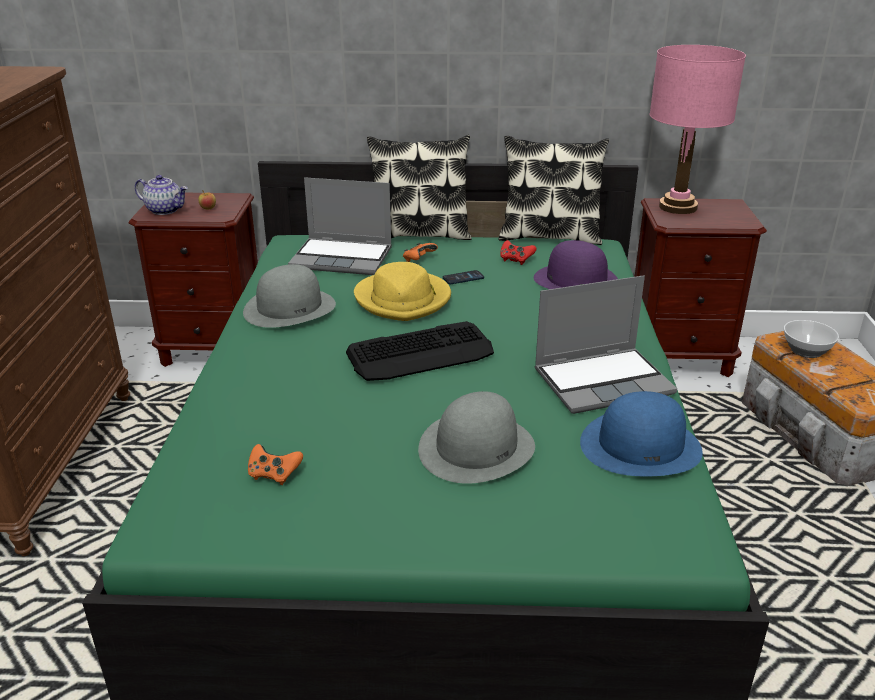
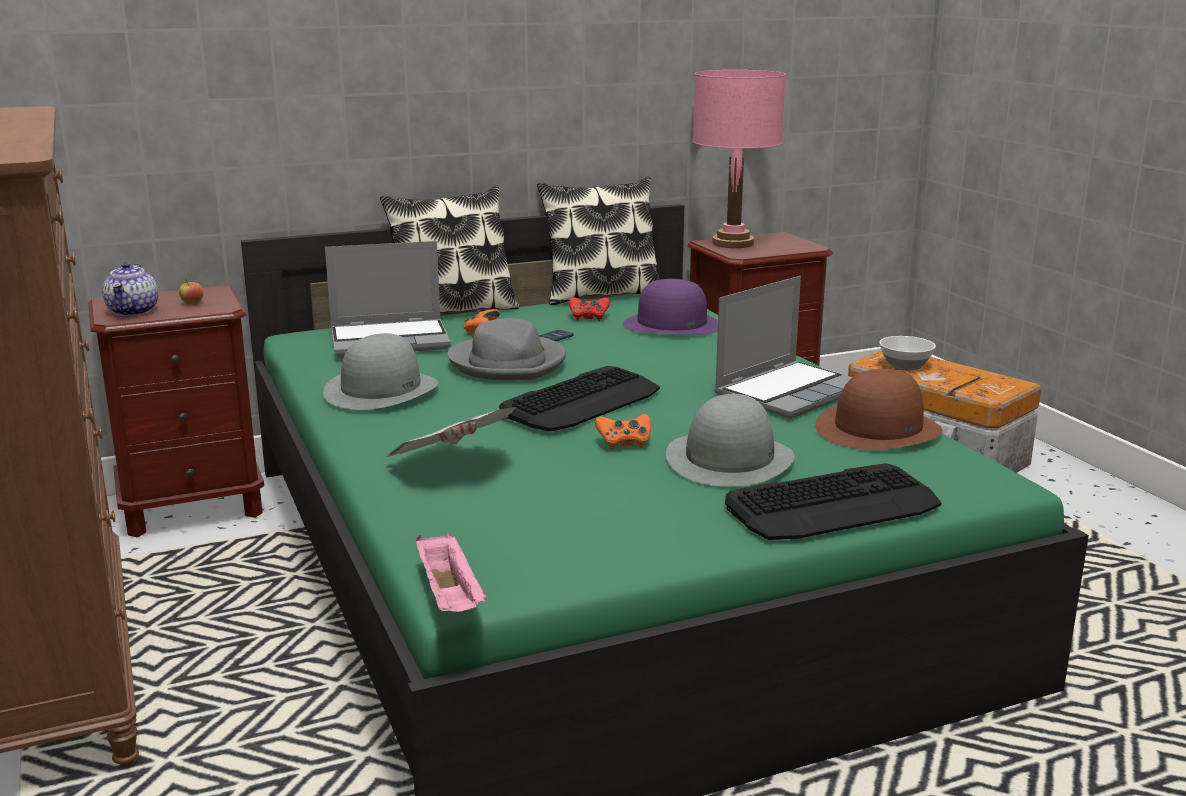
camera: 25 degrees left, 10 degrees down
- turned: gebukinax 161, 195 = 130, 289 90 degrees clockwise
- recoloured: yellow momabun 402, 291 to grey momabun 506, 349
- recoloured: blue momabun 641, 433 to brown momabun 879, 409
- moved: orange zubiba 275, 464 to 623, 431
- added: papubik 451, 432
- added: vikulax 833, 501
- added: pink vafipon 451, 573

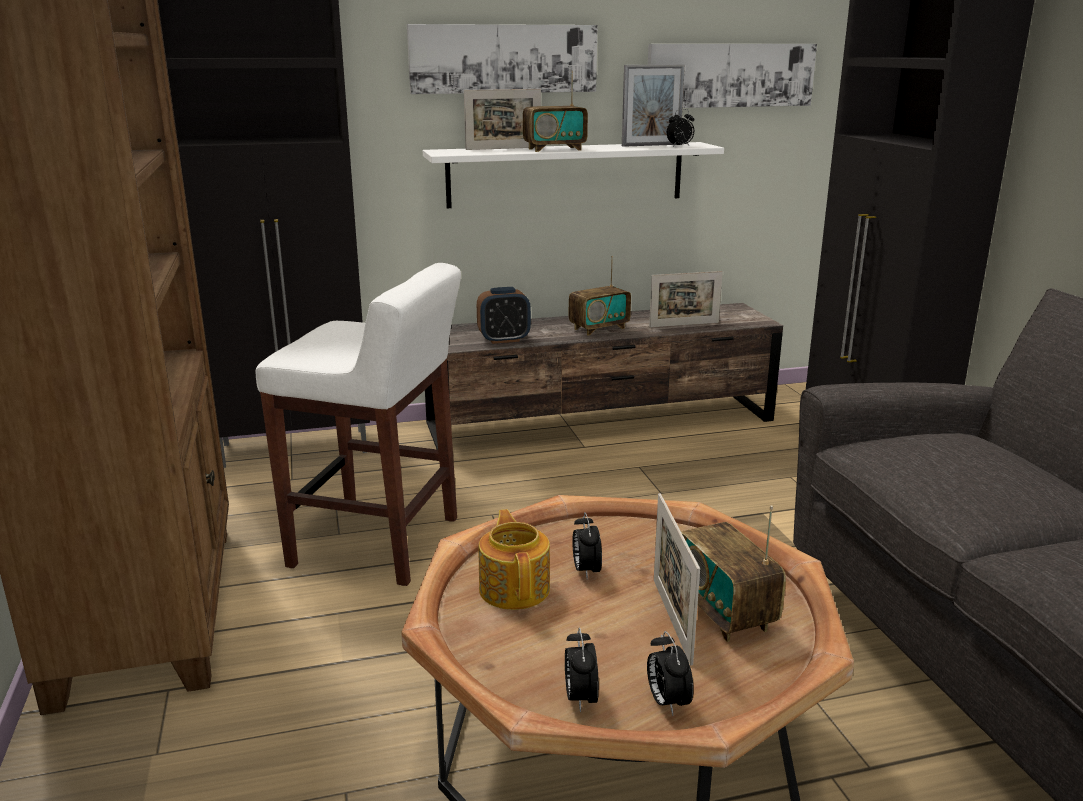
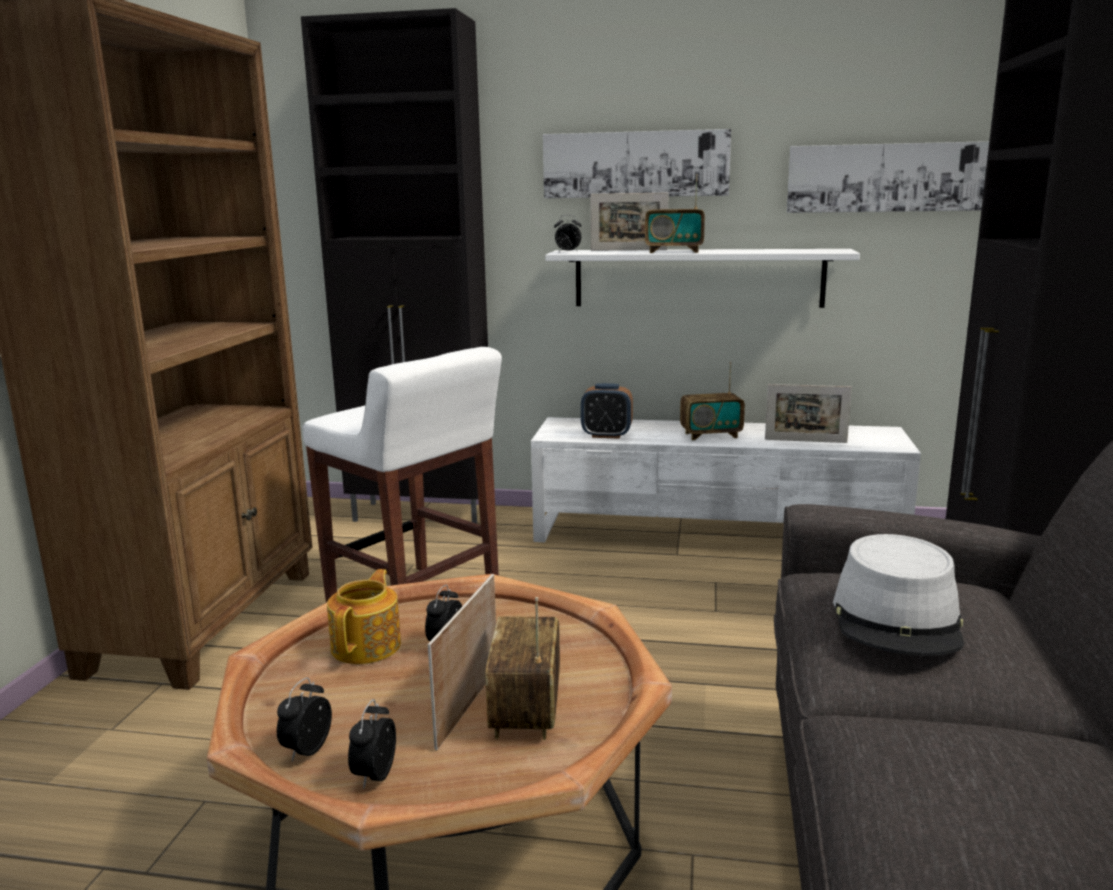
camera: 25 degrees right, 5 degrees down
- removed: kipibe 653, 105
- moved: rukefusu 680, 128 to 567, 233
- recoloured: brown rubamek 604, 376 to white rubamek 726, 479
- added: grey momabun 898, 595

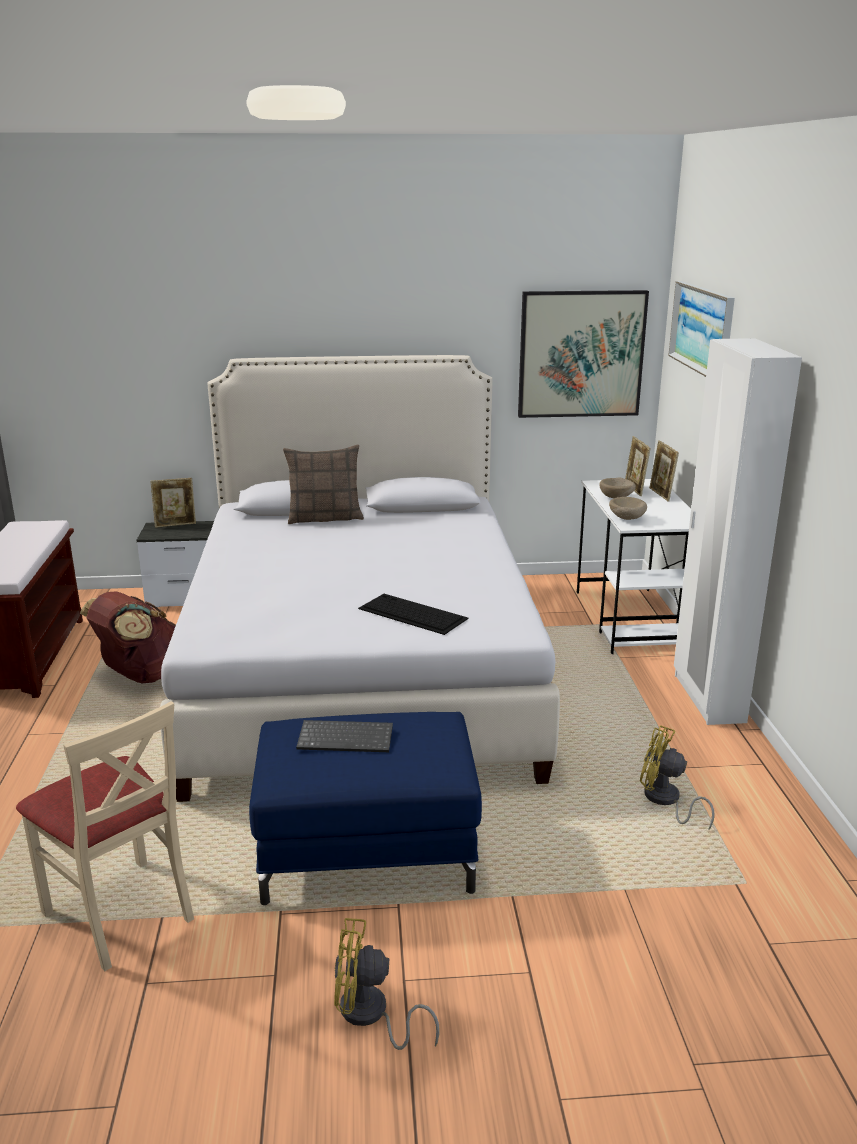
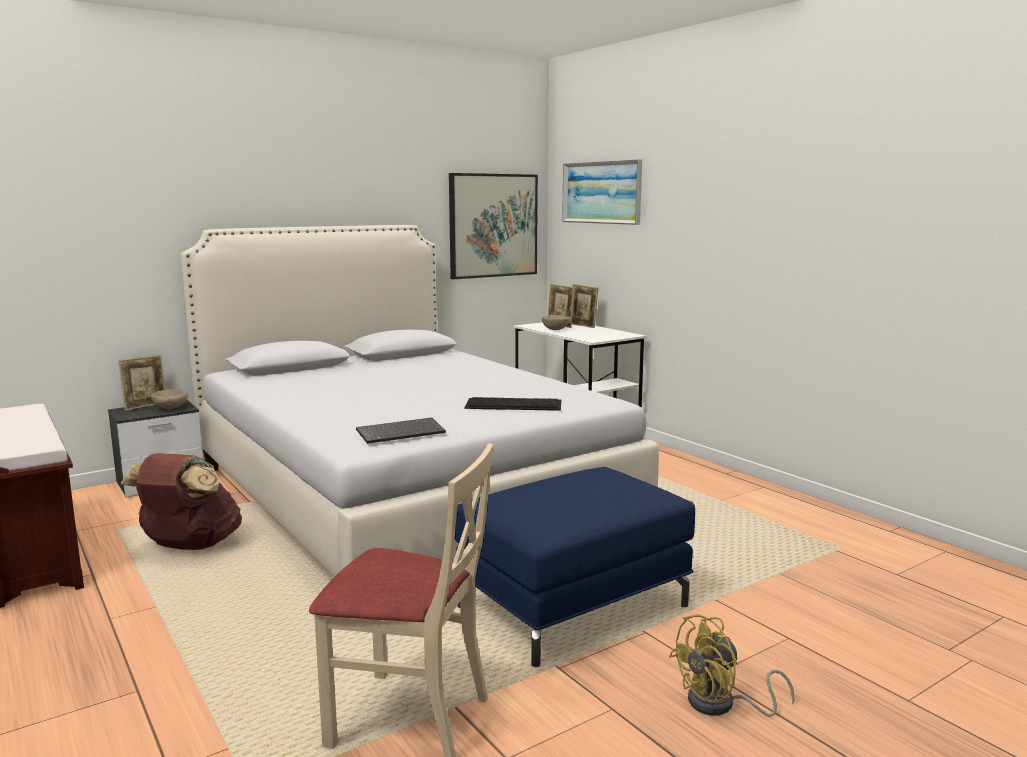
camera: 30 degrees left, 10 degrees down
- removed: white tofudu 738, 531
- removed: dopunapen 323, 484
- moved: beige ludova 628, 508 to 169, 399
- moved: vikulax 344, 736 to 401, 430
- removed: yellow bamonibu 677, 777

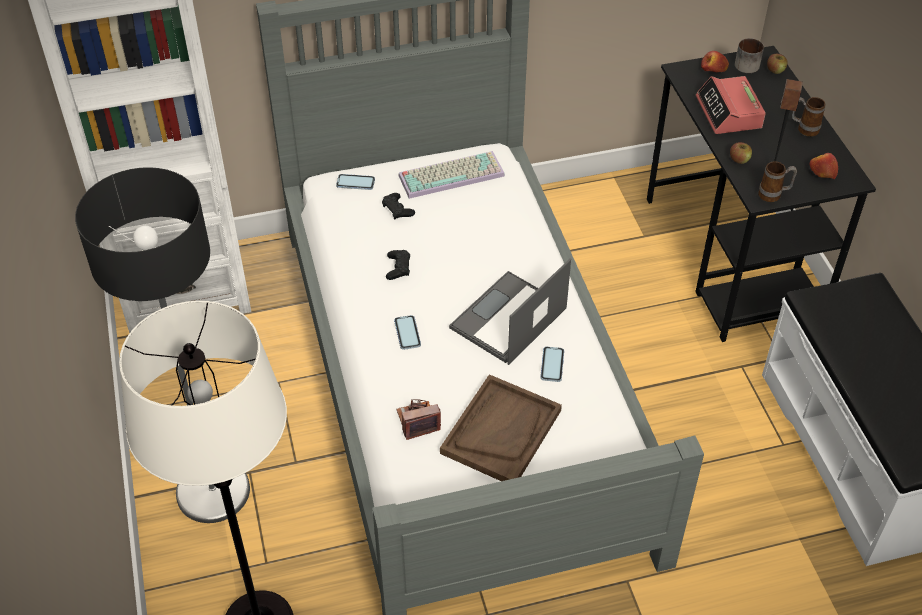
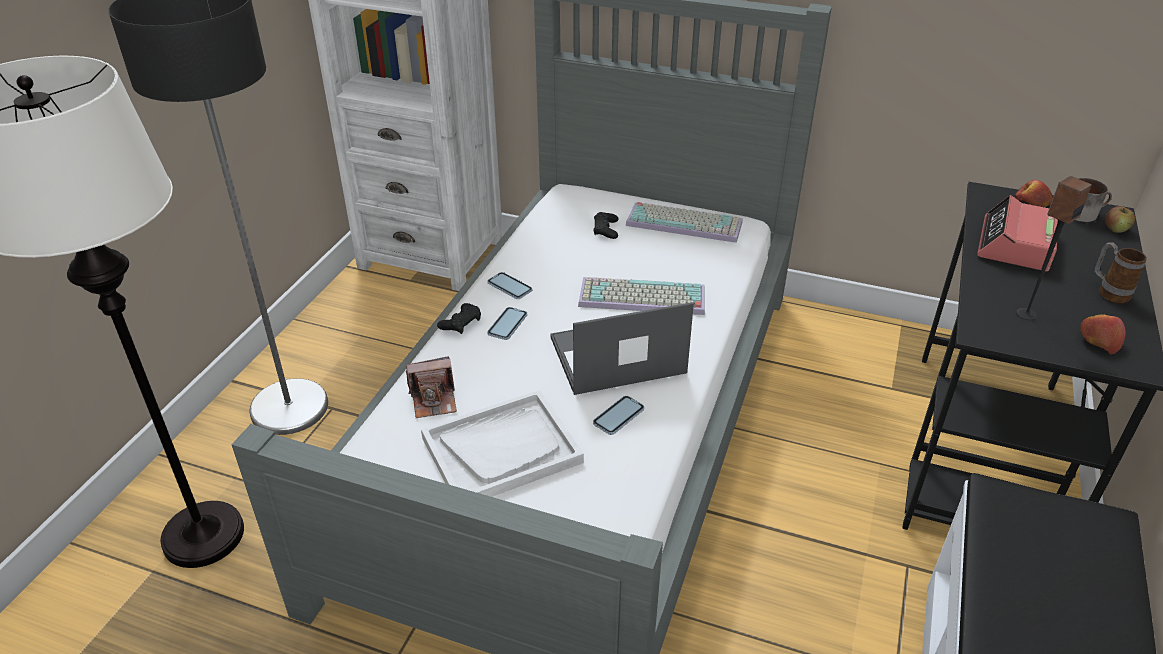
camera: 35 degrees right, 10 degrees down
- removed: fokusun 741, 153
- removed: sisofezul 777, 181
- moved: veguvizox 355, 182 to 510, 285
- moved: black zubiba 398, 265 to 459, 318
- recoloured: brown vafipon 501, 427 to white vafipon 502, 443
- turned: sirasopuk 419, 419 = 431, 387 150 degrees clockwise
- added: vikulax 641, 296

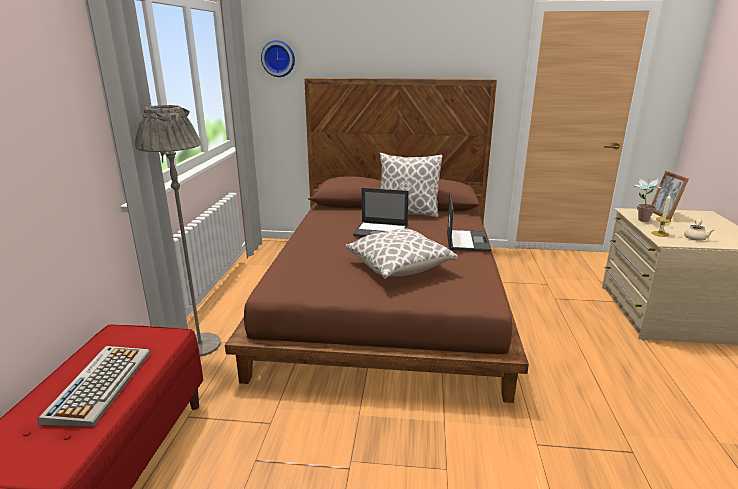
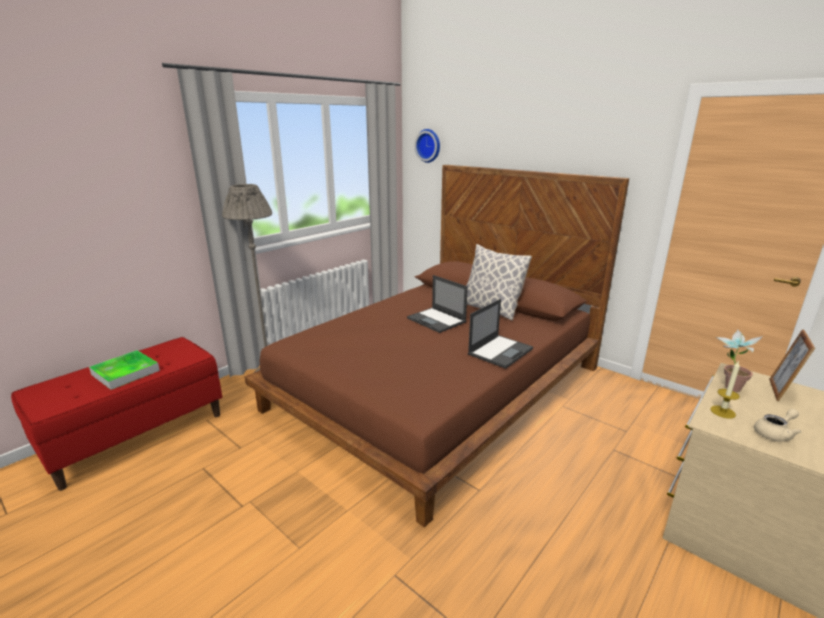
camera: 35 degrees right, 0 degrees up
- removed: dopunapen 402, 253
- replaced: vikulax 93, 386 to vafipon 124, 370

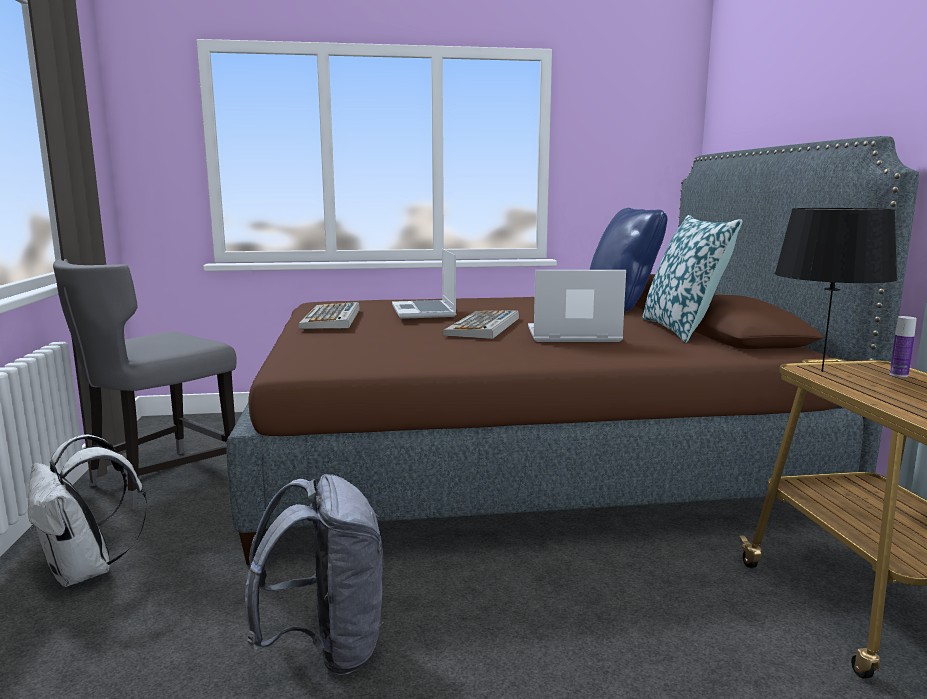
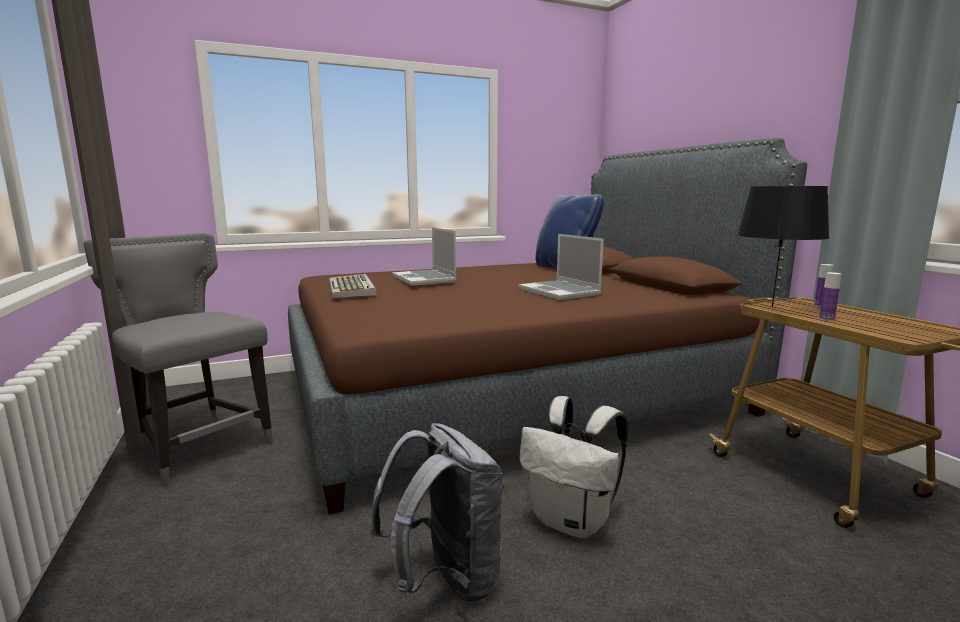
camera: 15 degrees left, 0 degrees up
- removed: dopunapen 692, 279
- turned: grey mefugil 144, 384 = 178, 359 105 degrees clockwise
- turned: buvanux 577, 306 = 561, 267 105 degrees counterclockwise
- removed: vikulax 480, 324
- moved: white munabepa 87, 511 to 573, 467
- added: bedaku 830, 296

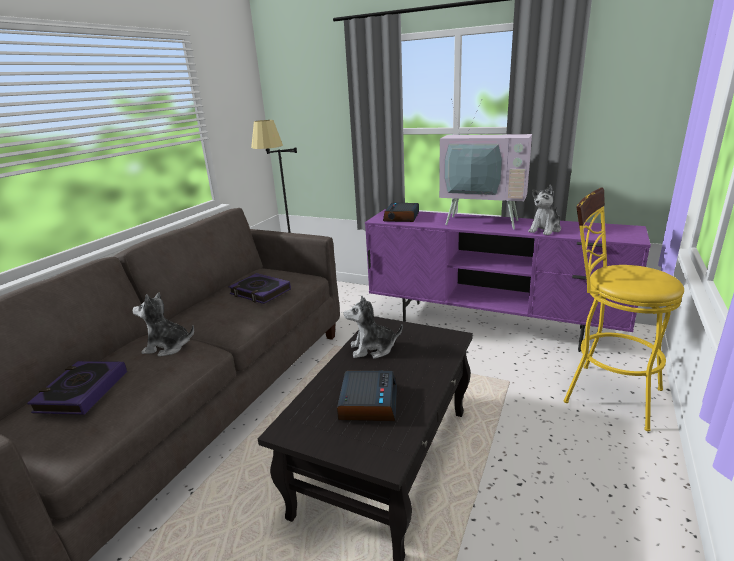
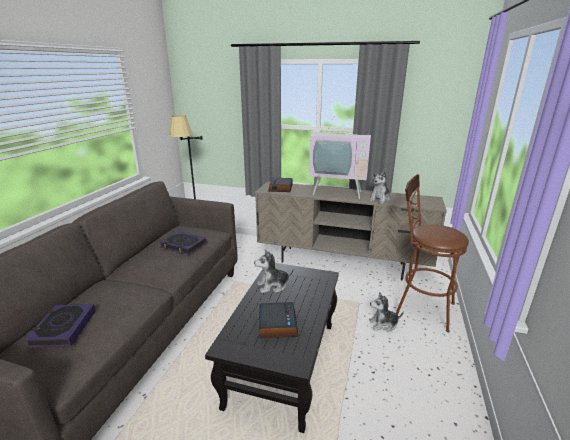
camera: 10 degrees left, 0 degrees up
- recoloured: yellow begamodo 624, 309 to brown begamodo 432, 253
- recoloured: purple rubamek 508, 280 to beige rubamek 351, 231
- moved: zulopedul 163, 324 to 386, 312

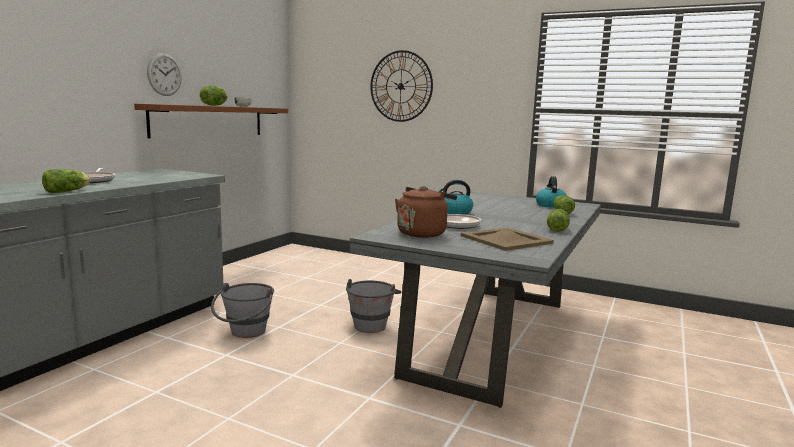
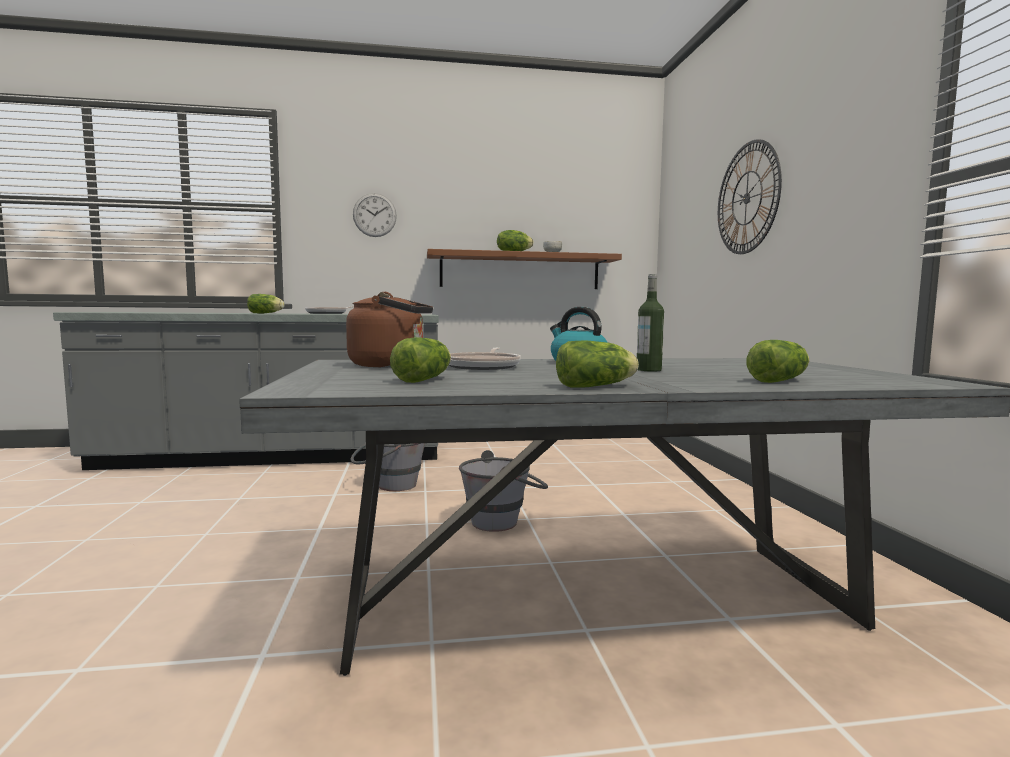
camera: 55 degrees right, 5 degrees down
- moved: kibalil 164, 74 to 375, 215
- removed: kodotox 551, 192
- replaced: beige vafipon 507, 239 to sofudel 420, 360
- added: bedaku 650, 322

